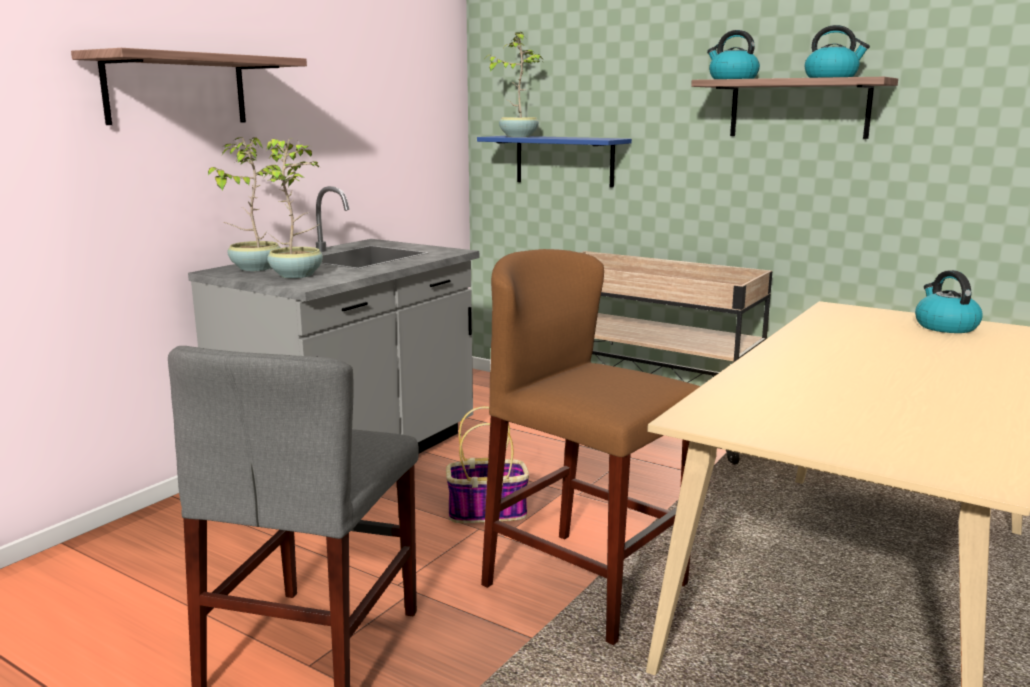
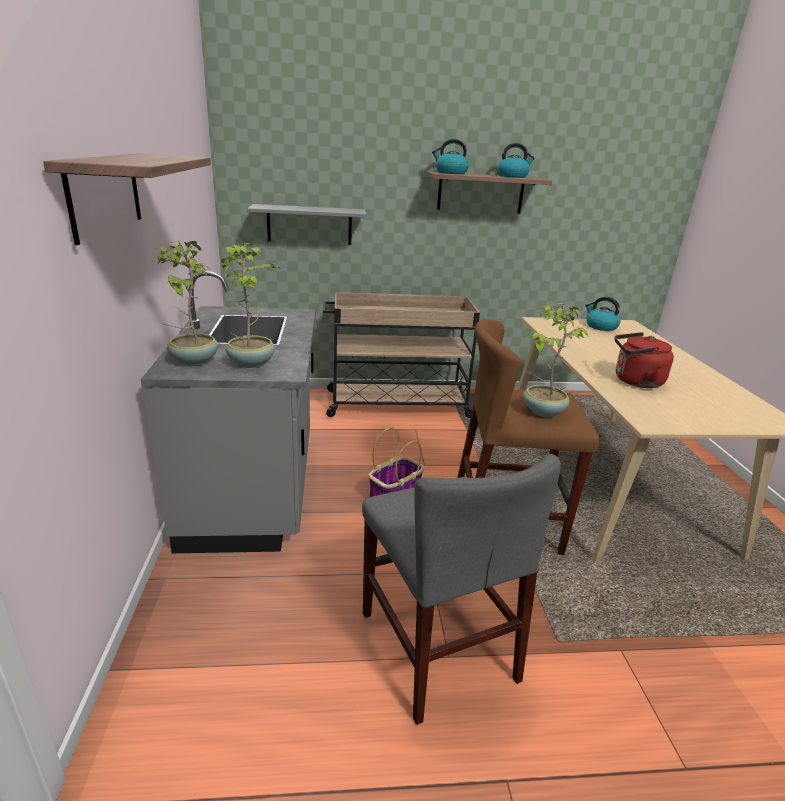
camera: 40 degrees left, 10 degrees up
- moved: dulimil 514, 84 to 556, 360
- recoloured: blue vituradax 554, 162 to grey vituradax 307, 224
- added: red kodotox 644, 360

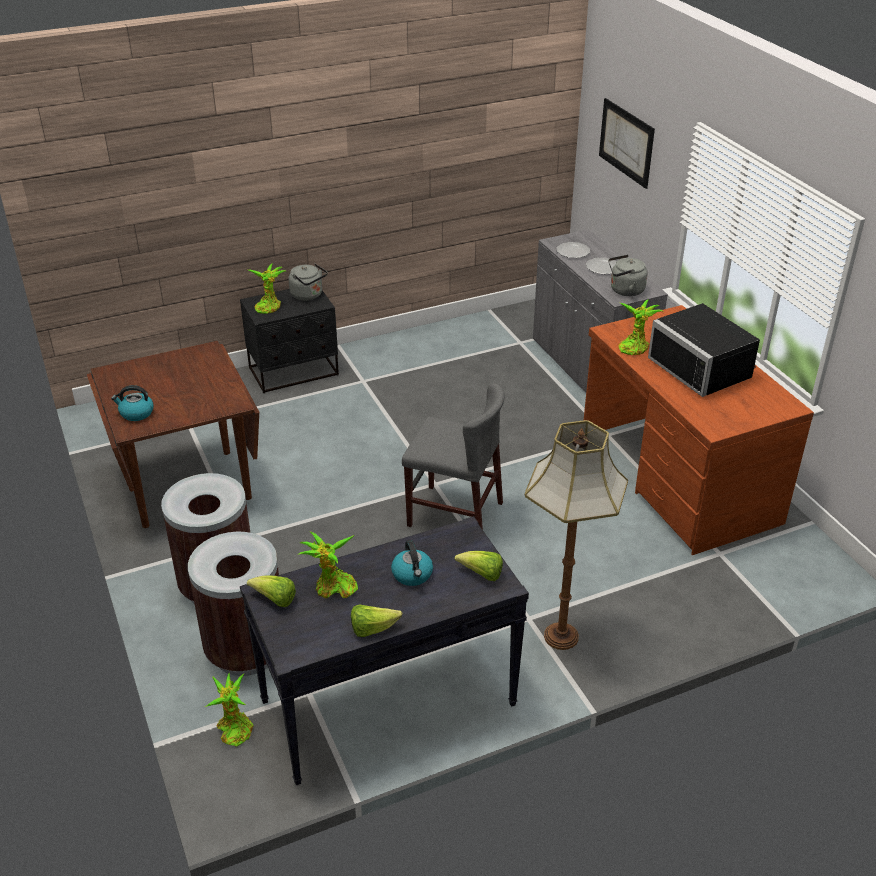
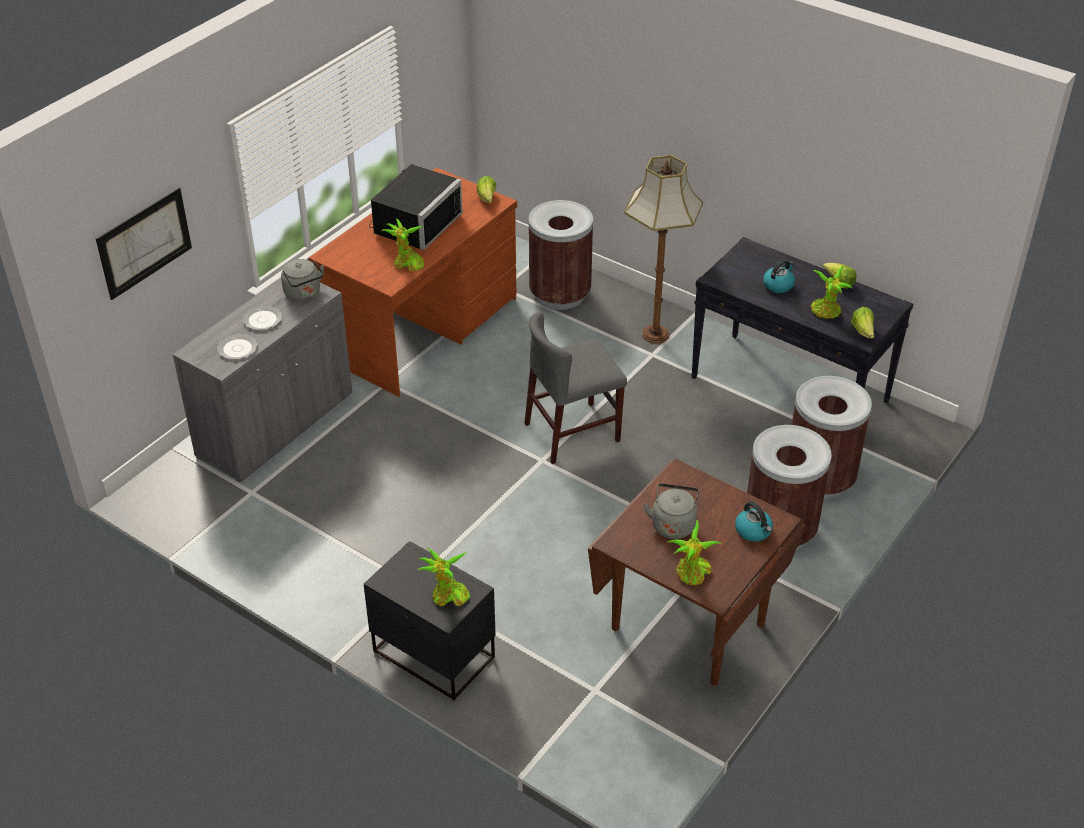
camera: 120 degrees left, 5 degrees up
- moved: grey kodotox 308, 282 to 671, 511
- turned: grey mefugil 453, 457 = 576, 388 105 degrees counterclockwise
- moved: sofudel 478, 566 to 487, 189
- moved: dulimil 229, 710 to 694, 553
- added: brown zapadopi 561, 255

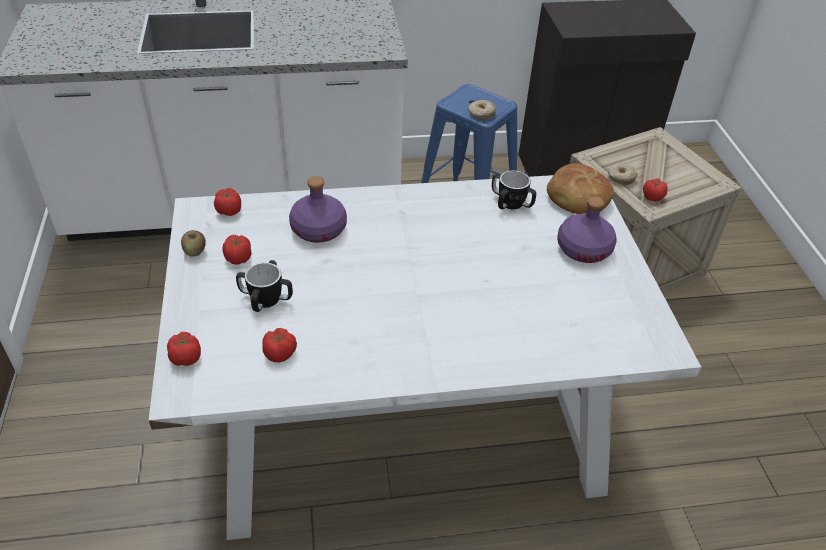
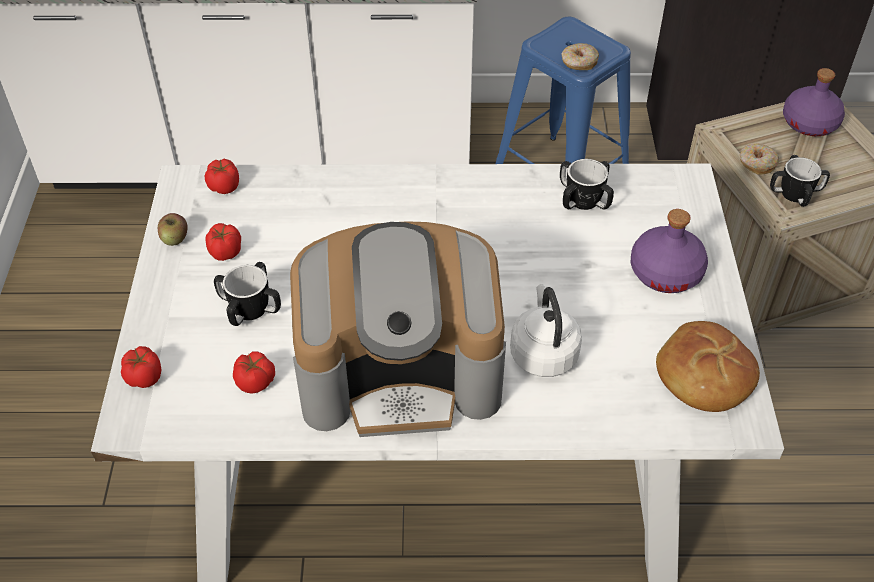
camera: 10 degrees right, 5 degrees up
- moved: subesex 580, 189 to 708, 366
- moved: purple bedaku 318, 209 to 814, 102
- replaced: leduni 655, 190 to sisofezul 800, 181
- added: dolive 398, 329
- added: white kodotox 546, 330

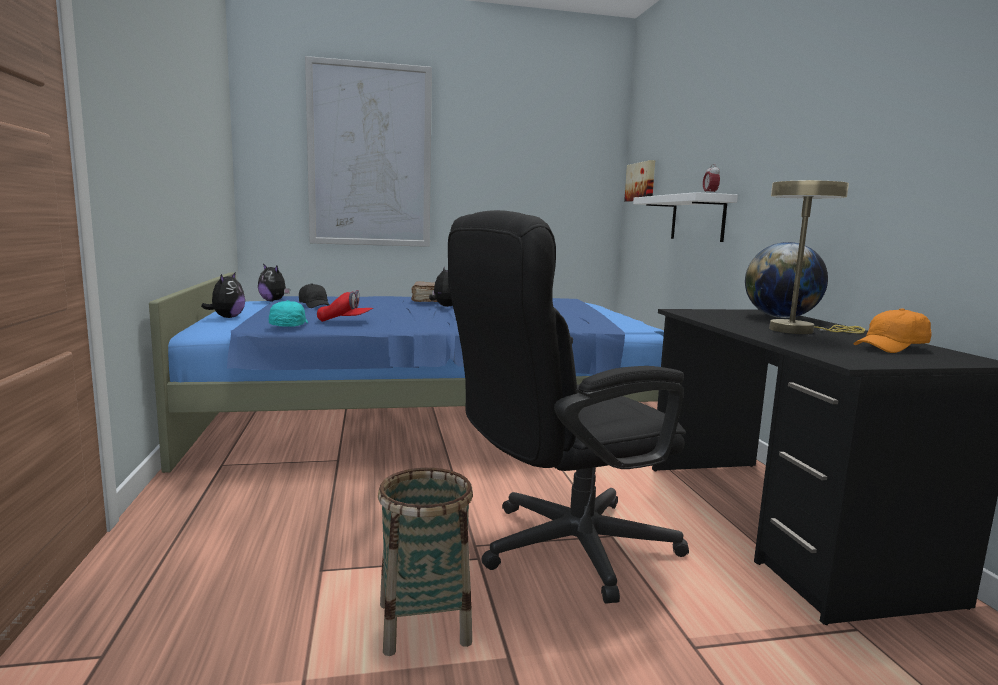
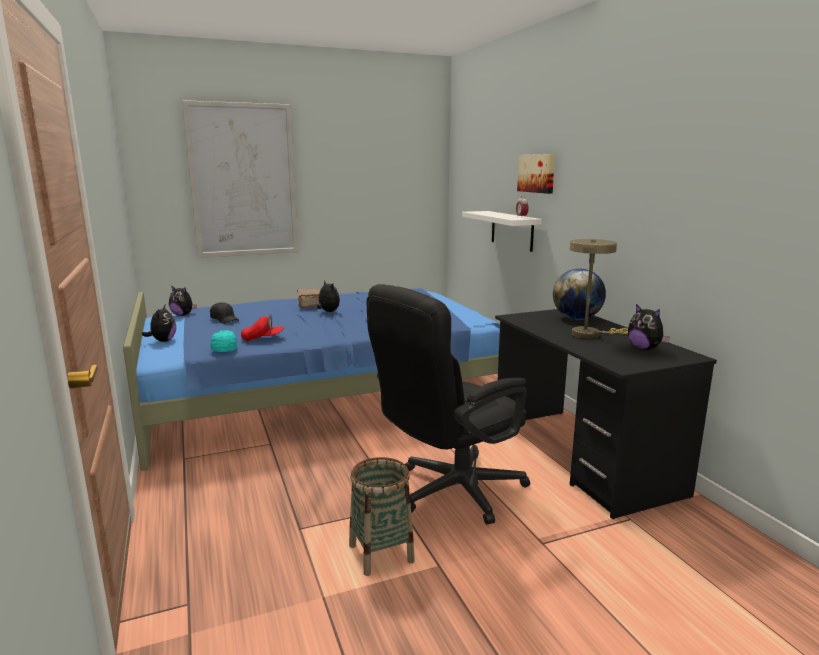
camera: 10 degrees left, 5 degrees up
- moved: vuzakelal 639, 181 to 536, 174
- replaced: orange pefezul 893, 330 to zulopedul 649, 327

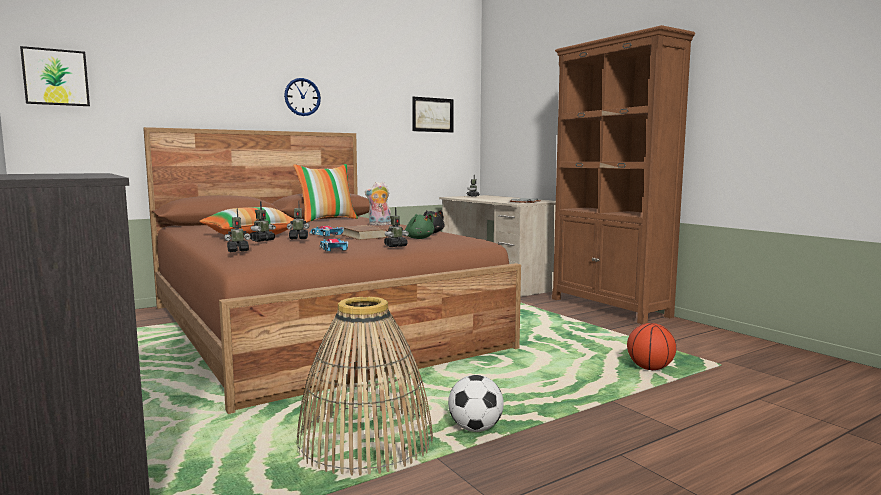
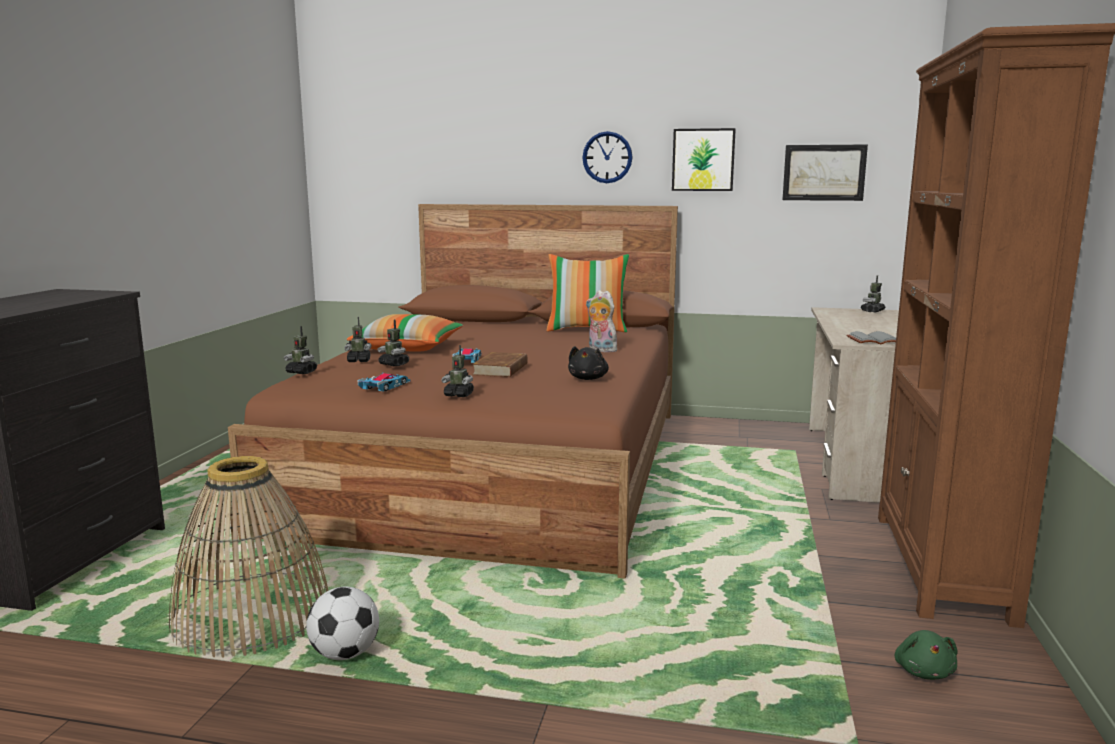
camera: 45 degrees right, 5 degrees up
- moved: vuzakelal 55, 76 to 704, 159
- moved: green zulopedul 420, 226 to 926, 655
- removed: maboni 651, 346

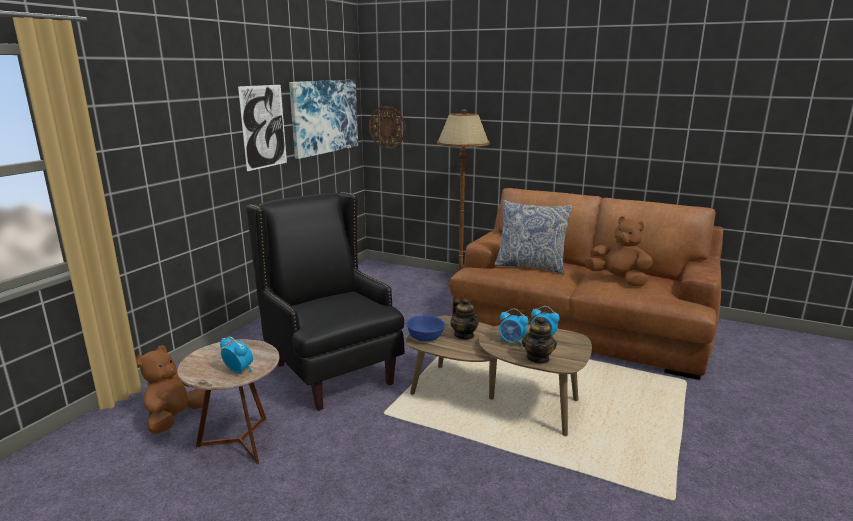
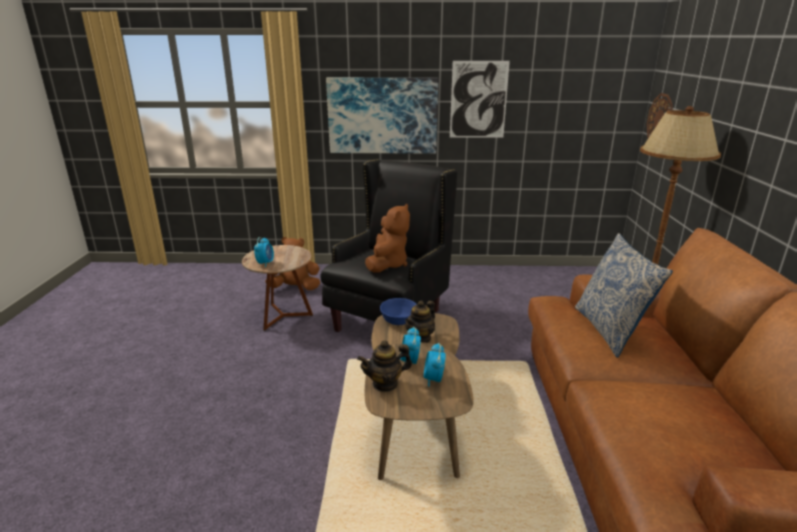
camera: 65 degrees right, 5 degrees up
- moved: vuzakelal 323, 119 to 382, 116
- moved: brown zulopedul 618, 251 to 387, 238

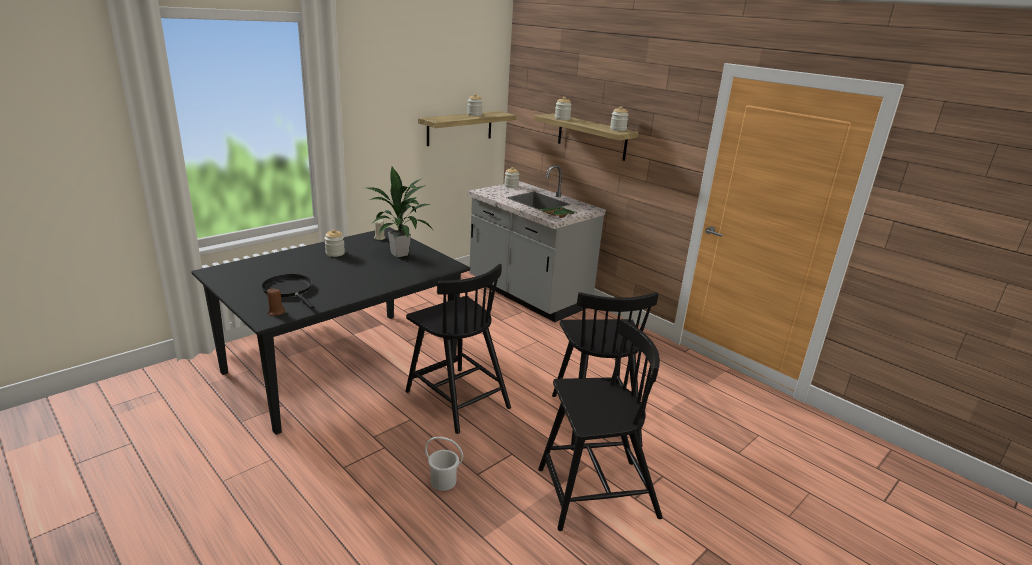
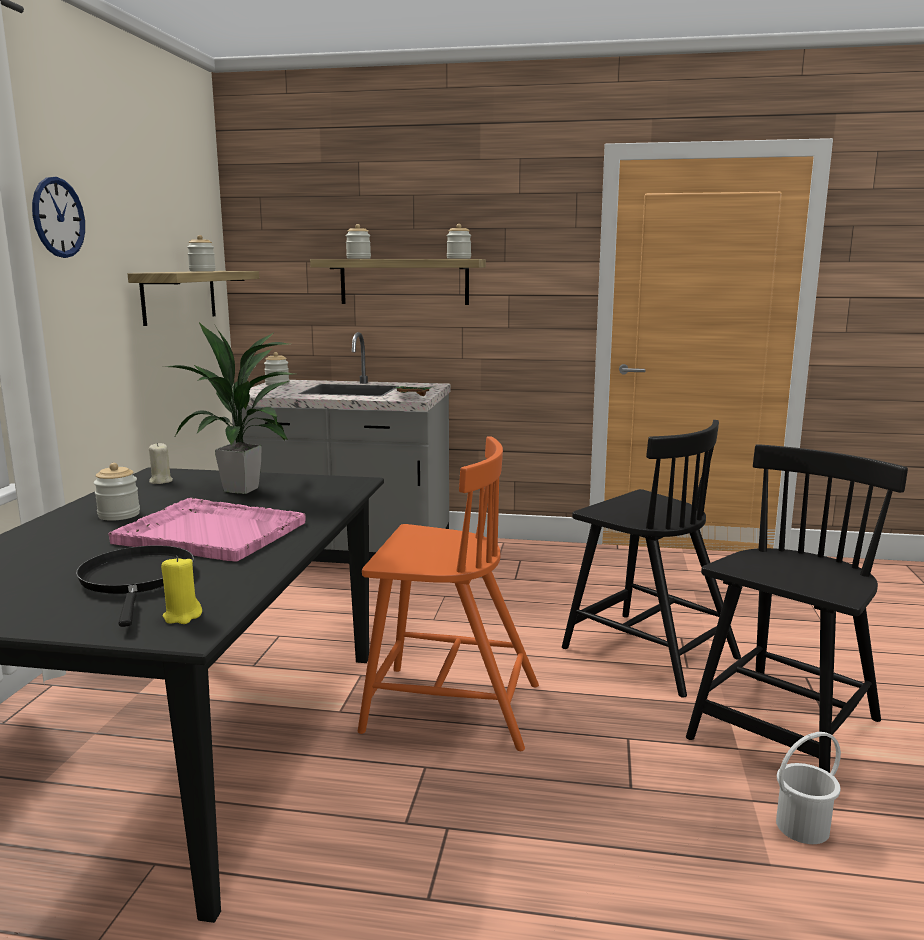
camera: 35 degrees left, 10 degrees down
- recoloured: black mefugil 458, 349 to orange mefugil 448, 593
- turned: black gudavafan 287, 291 = 135, 586 60 degrees clockwise
- recoloured: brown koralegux 276, 302 to yellow koralegux 181, 590
- moved: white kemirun 444, 464 to 808, 788
- added: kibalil 58, 217
- added: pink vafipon 207, 530

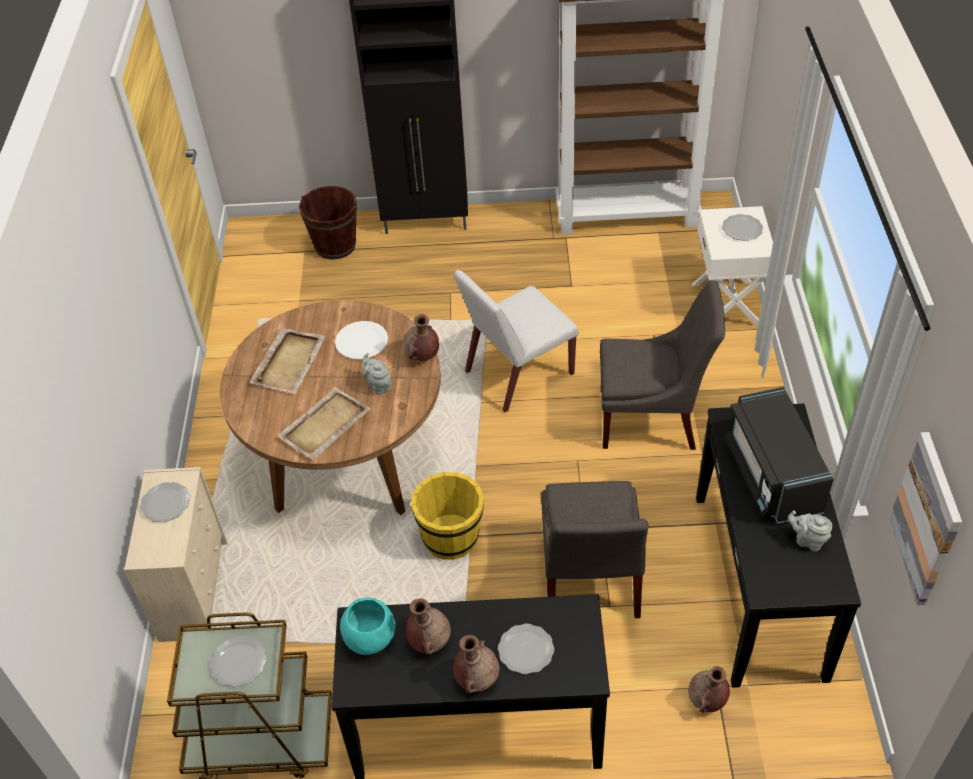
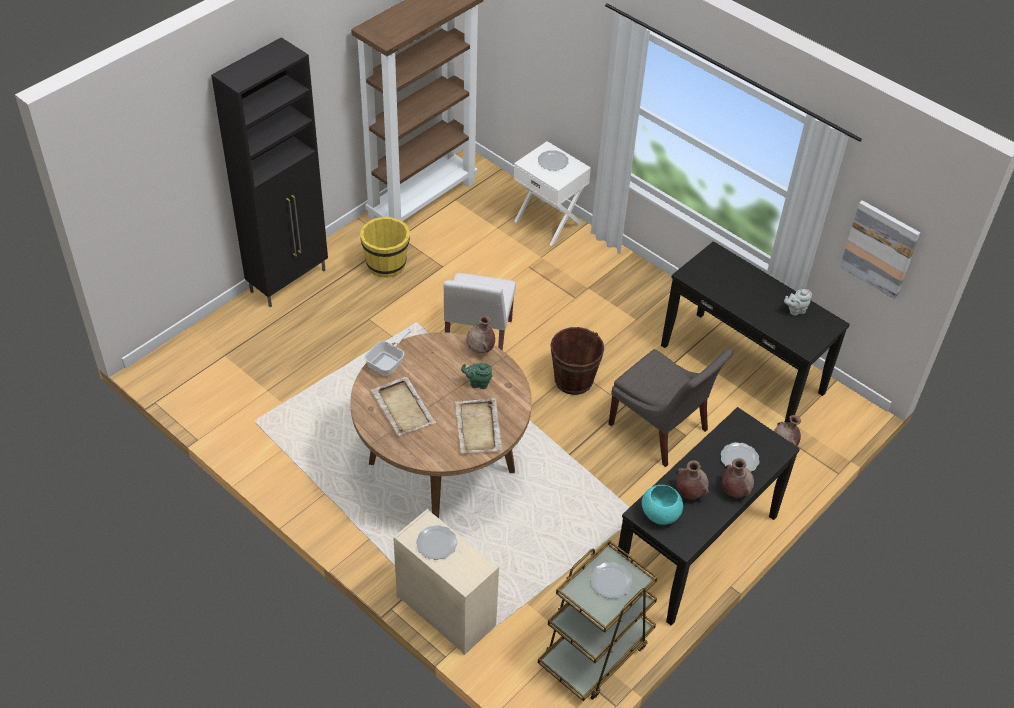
camera: 50 degrees left, 0 degrees up
- moved: brown kemirun 328, 222 to 577, 361
- removed: grey mefugil 662, 365
- removed: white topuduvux 361, 340
- recoloured: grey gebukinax 377, 374 to green gebukinax 476, 376
- removed: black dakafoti 779, 455
- moved: yellow kemirun 447, 516 to 385, 247
- added: gudavafan 388, 352

